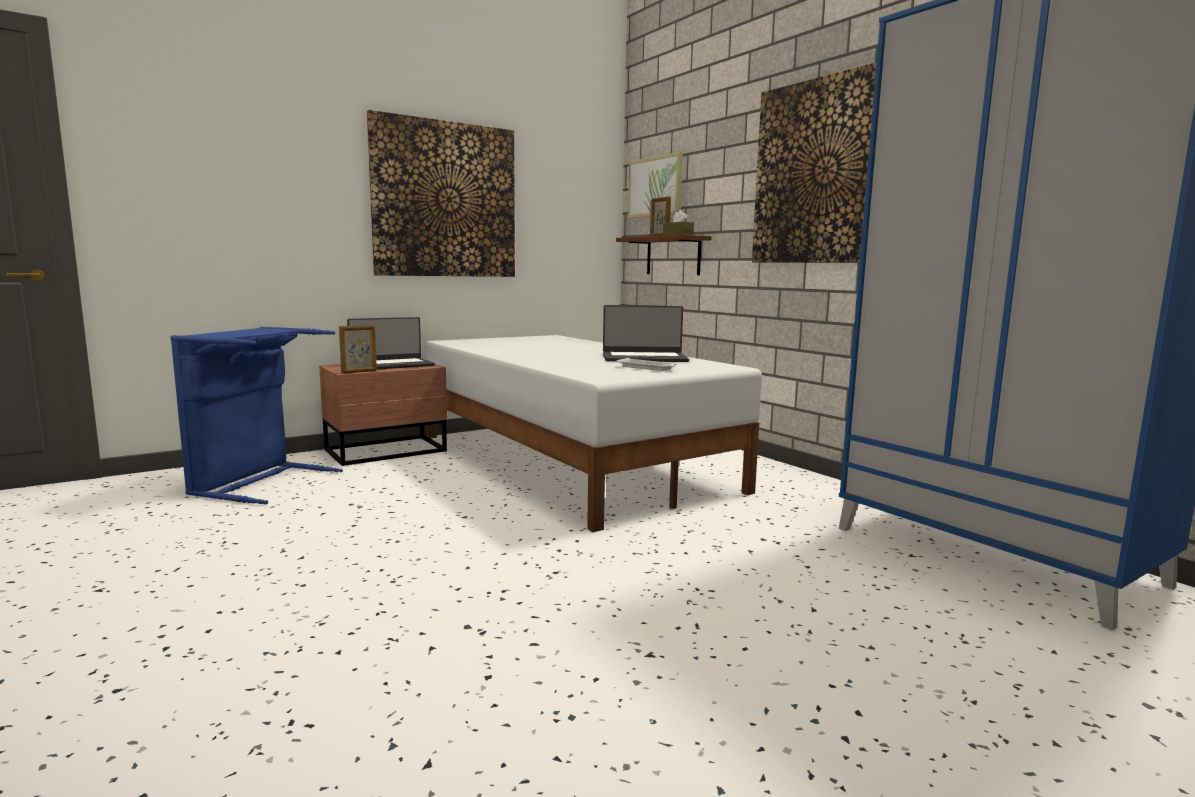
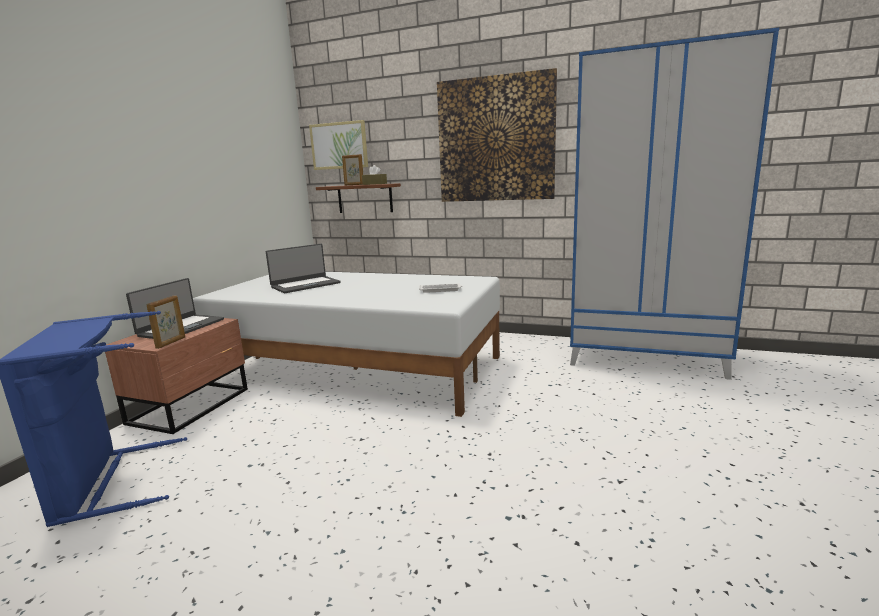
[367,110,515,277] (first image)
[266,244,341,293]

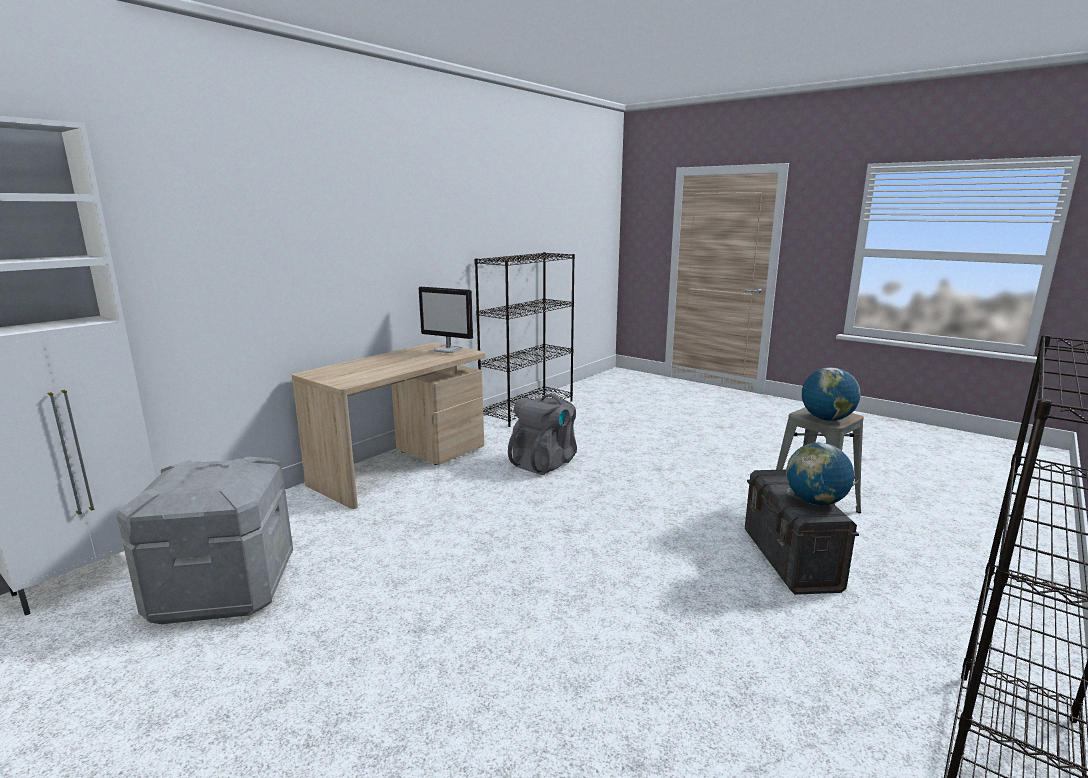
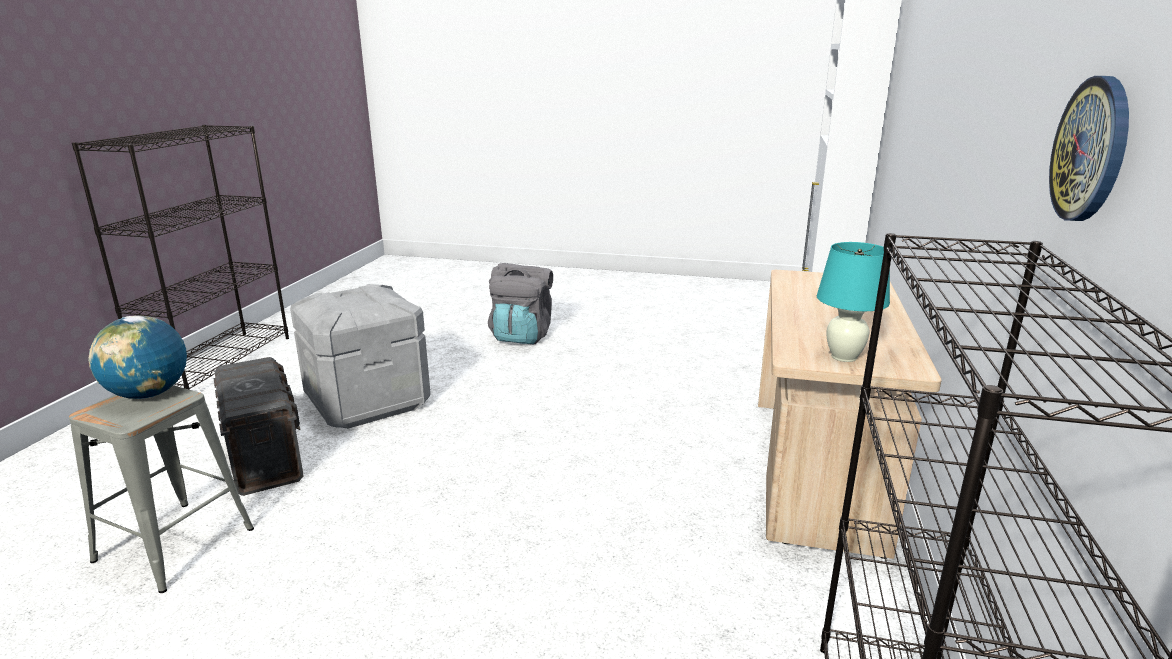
[786,442,854,505] (first image)
[1049,76,1129,221]
[290,284,431,428]
[488,263,553,344]
[817,242,890,362]

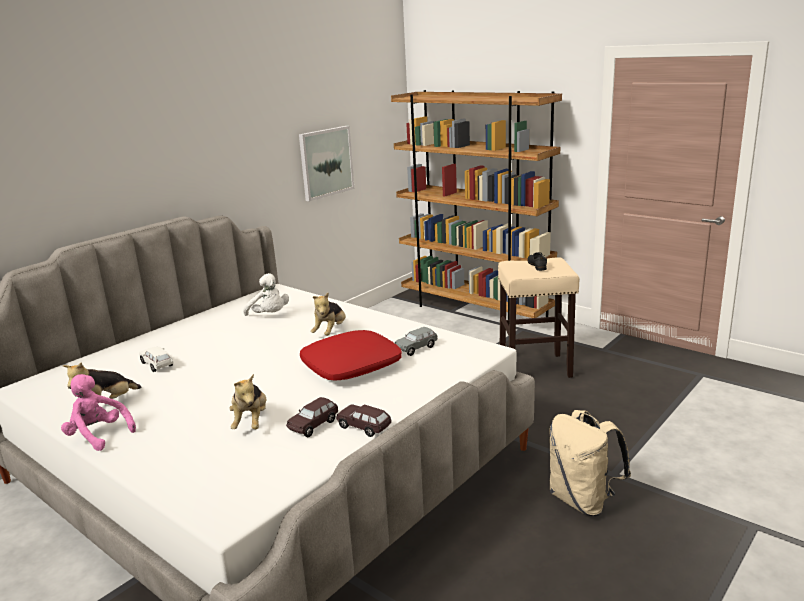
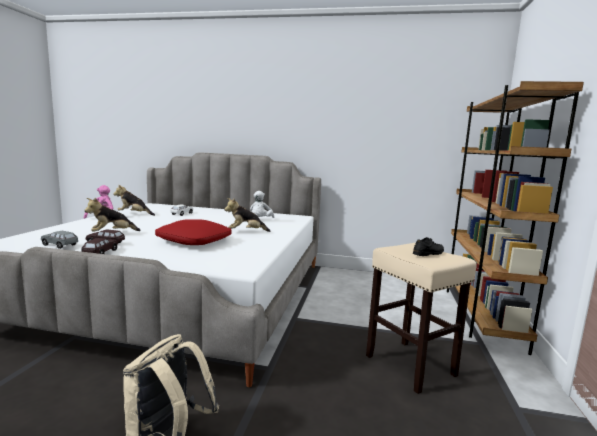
[299,126,354,201] (first image)
[41,231,78,249]

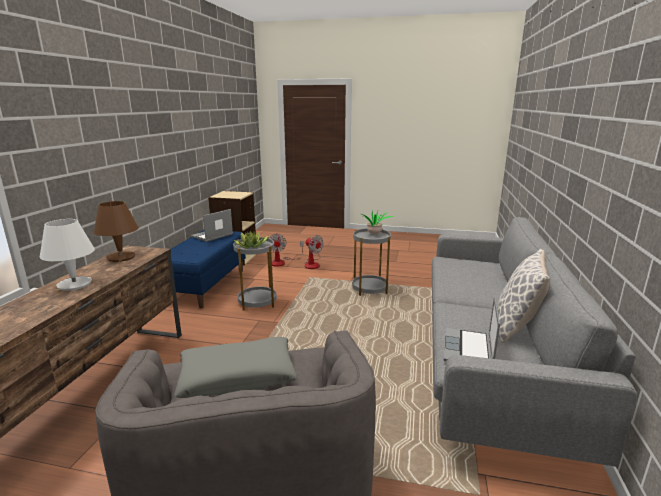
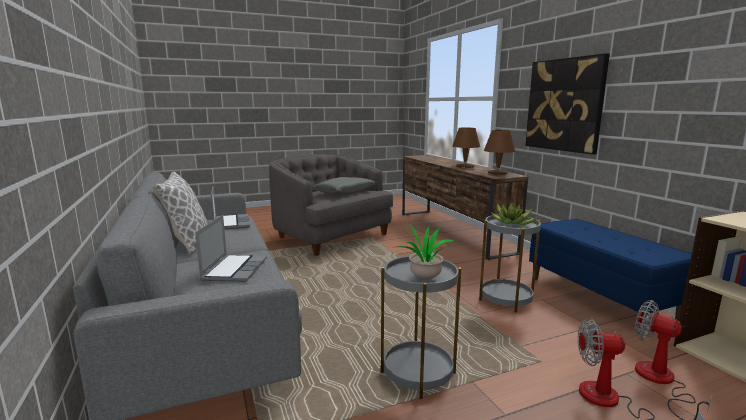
[525,53,610,155]
[195,215,267,282]
[452,128,480,168]

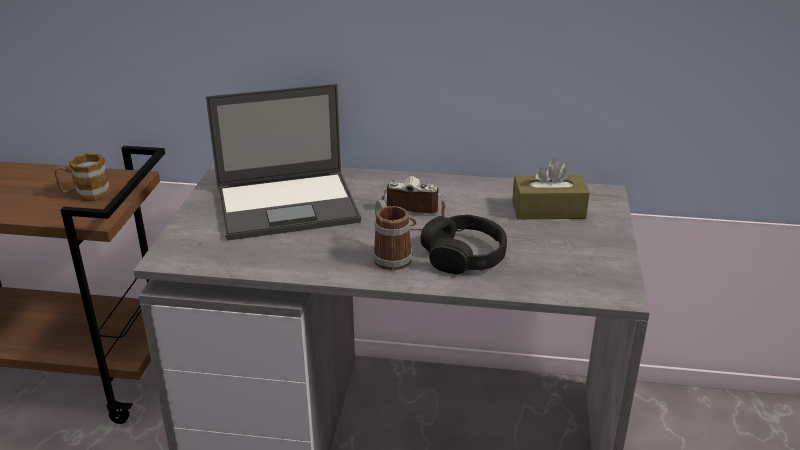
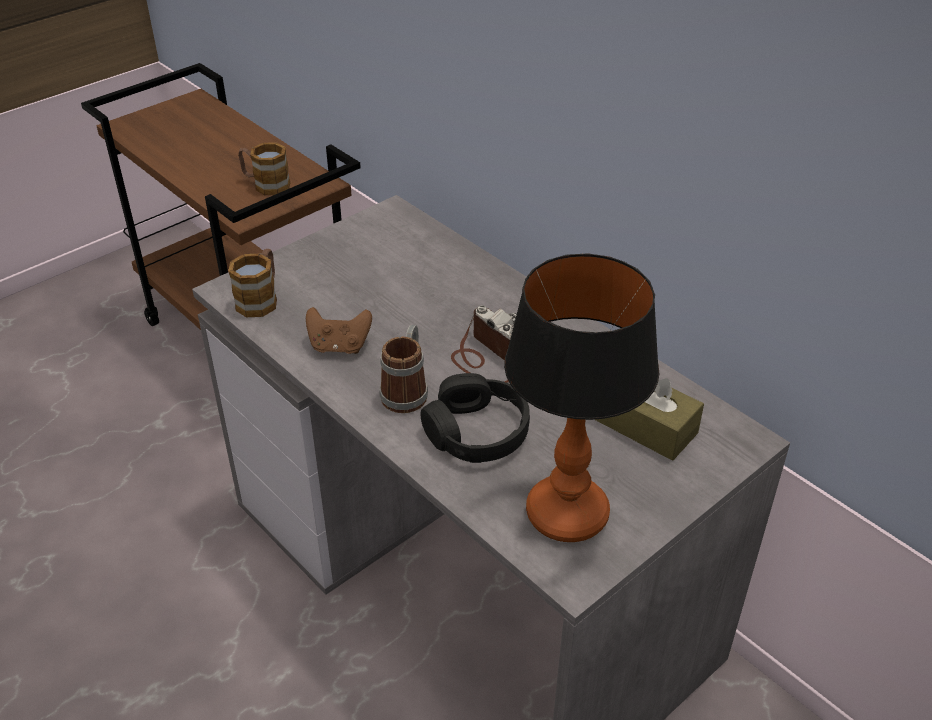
[206,84,361,241] (first image)
[228,249,277,317]
[306,307,372,354]
[504,253,659,542]

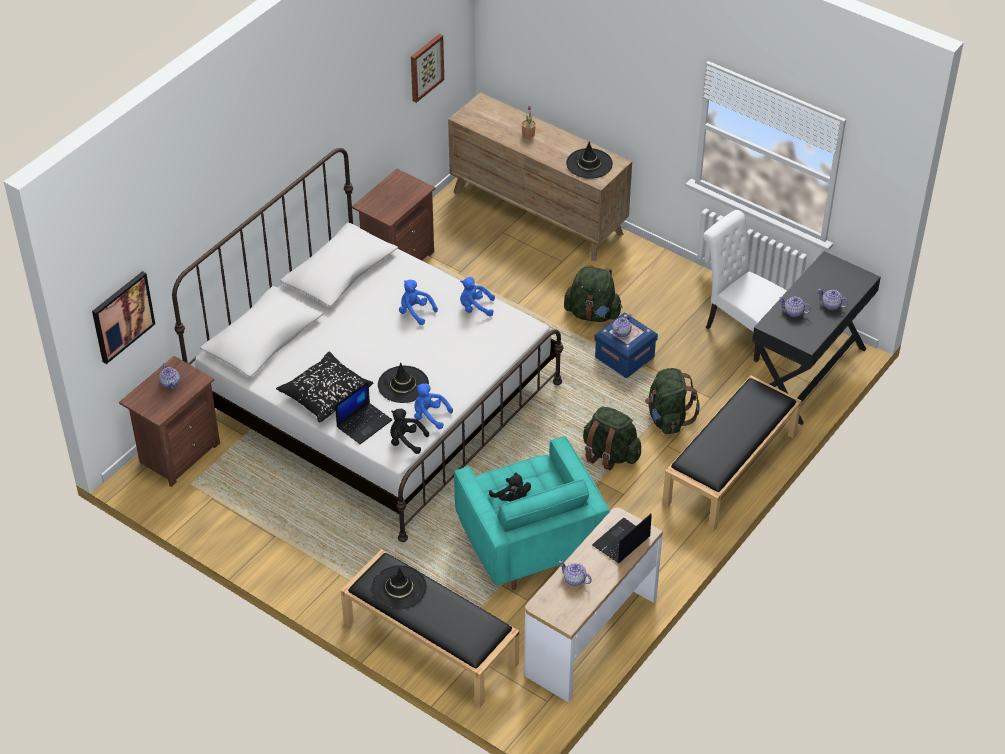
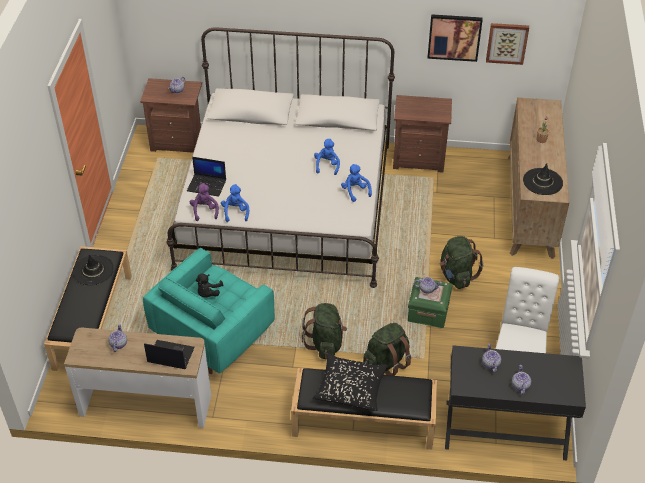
[378,363,429,403] (first image)
[427,14,483,62]
[313,353,388,411]
[190,183,219,221]
[408,277,453,328]

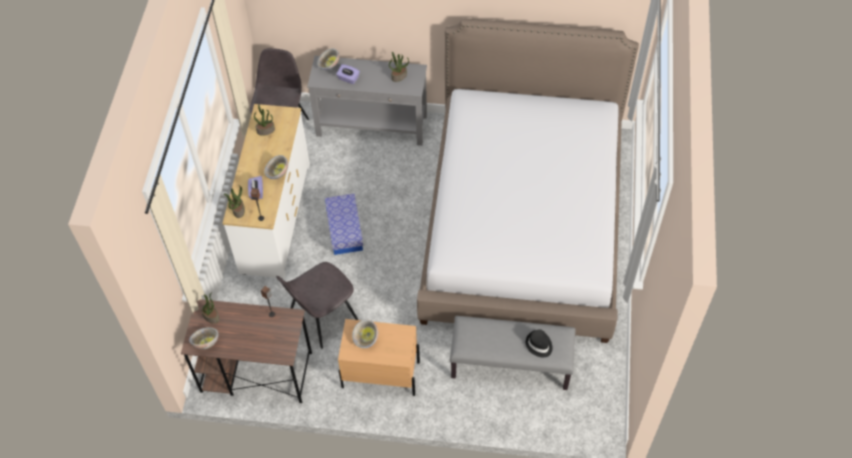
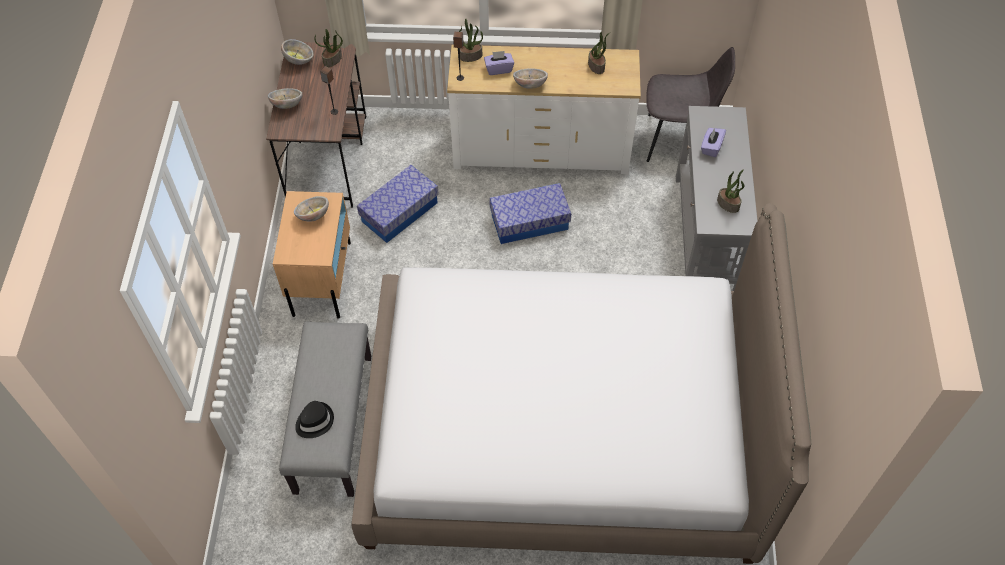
[268,88,302,109]
[357,165,439,243]

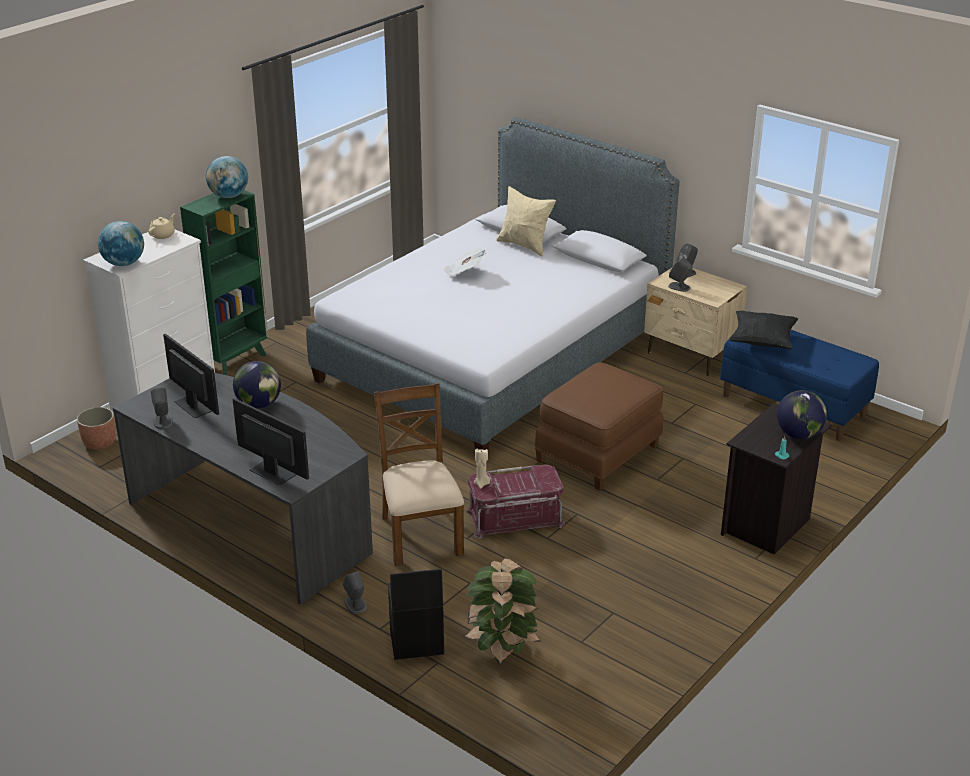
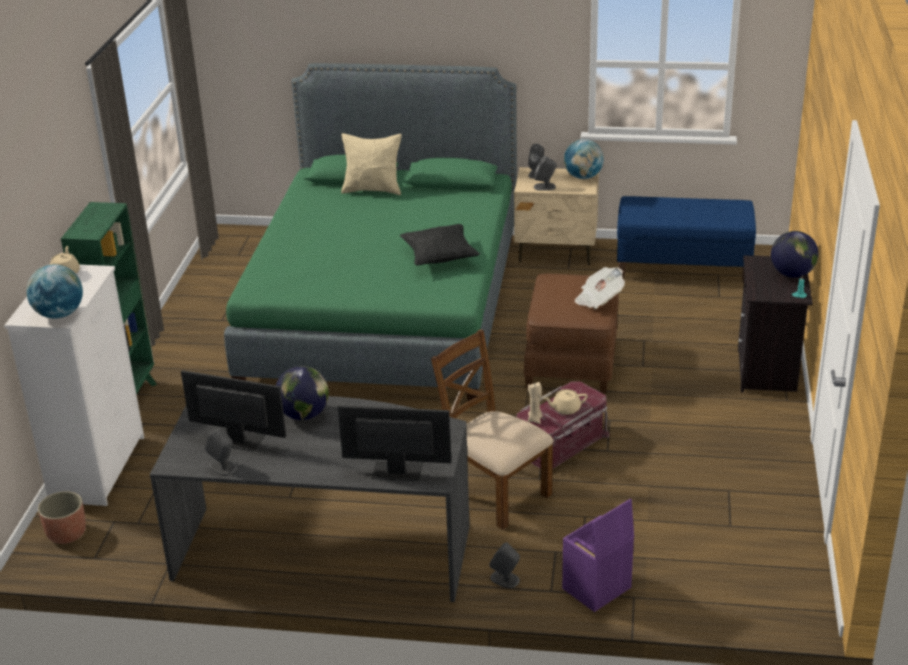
[464,558,541,665] (first image)
[544,389,588,415]
[564,139,604,179]
[574,267,625,309]
[400,224,480,265]
[224,63,517,401]
[562,499,634,612]

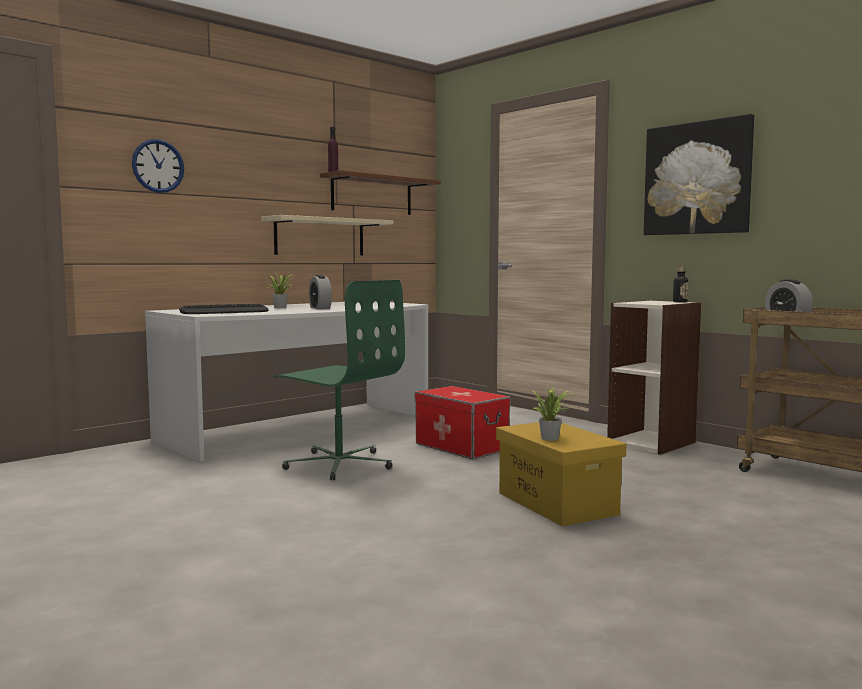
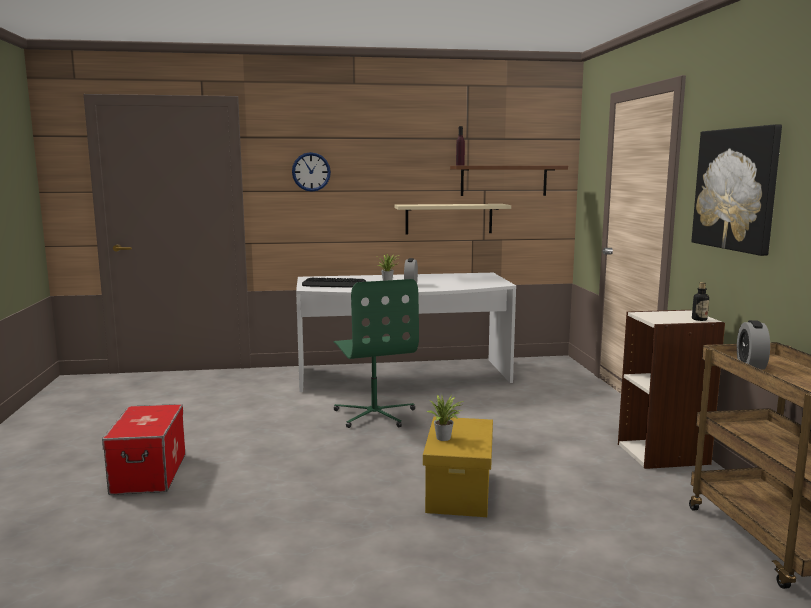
[102,404,185,495]

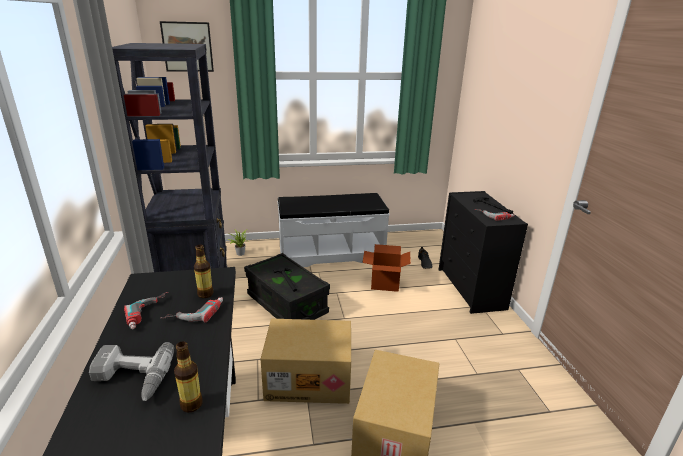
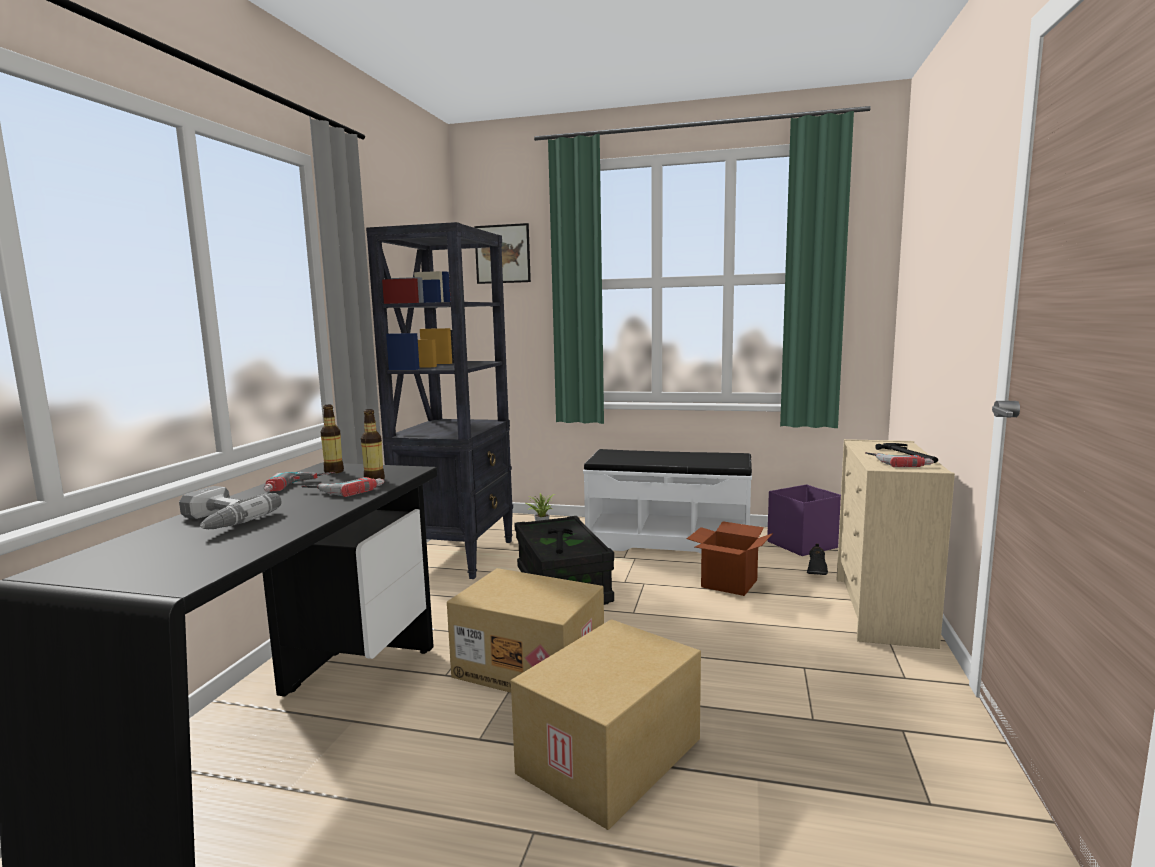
[767,485,841,556]
[321,405,344,474]
[837,439,955,649]

